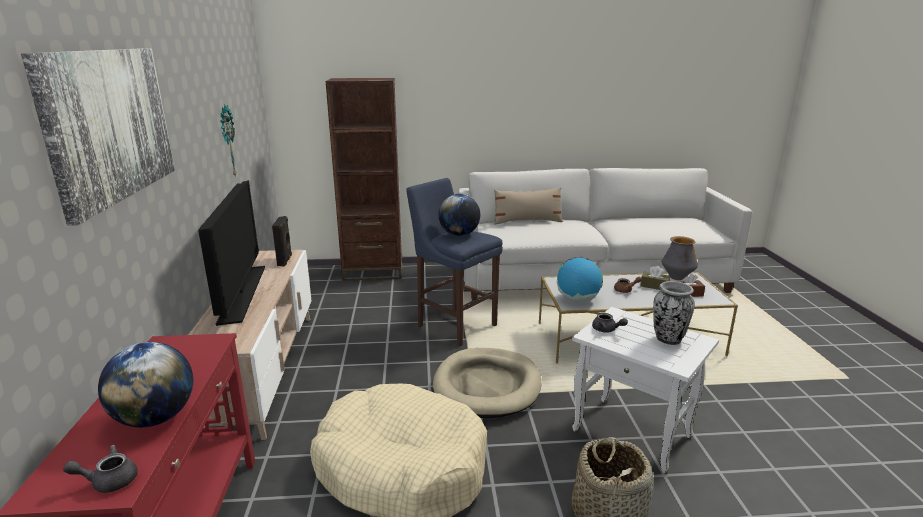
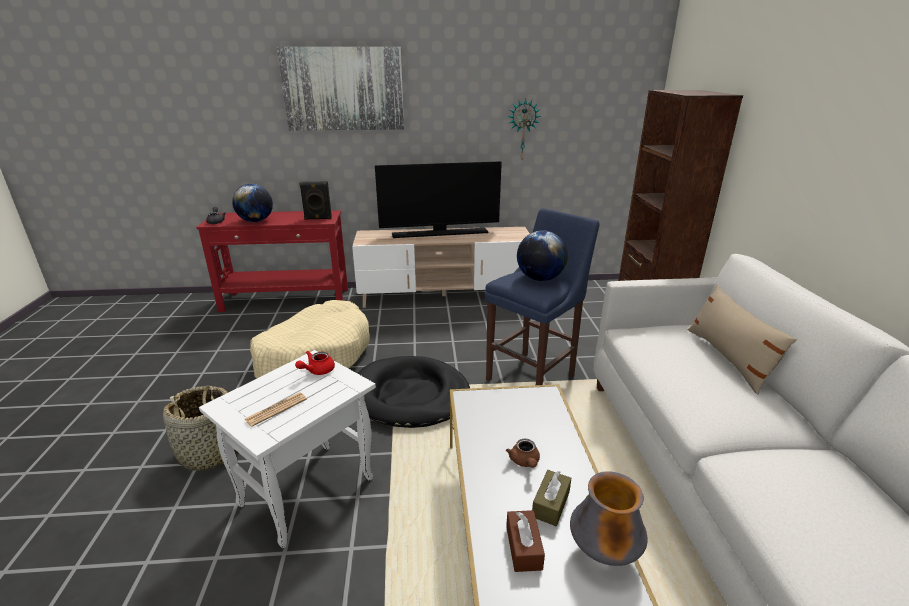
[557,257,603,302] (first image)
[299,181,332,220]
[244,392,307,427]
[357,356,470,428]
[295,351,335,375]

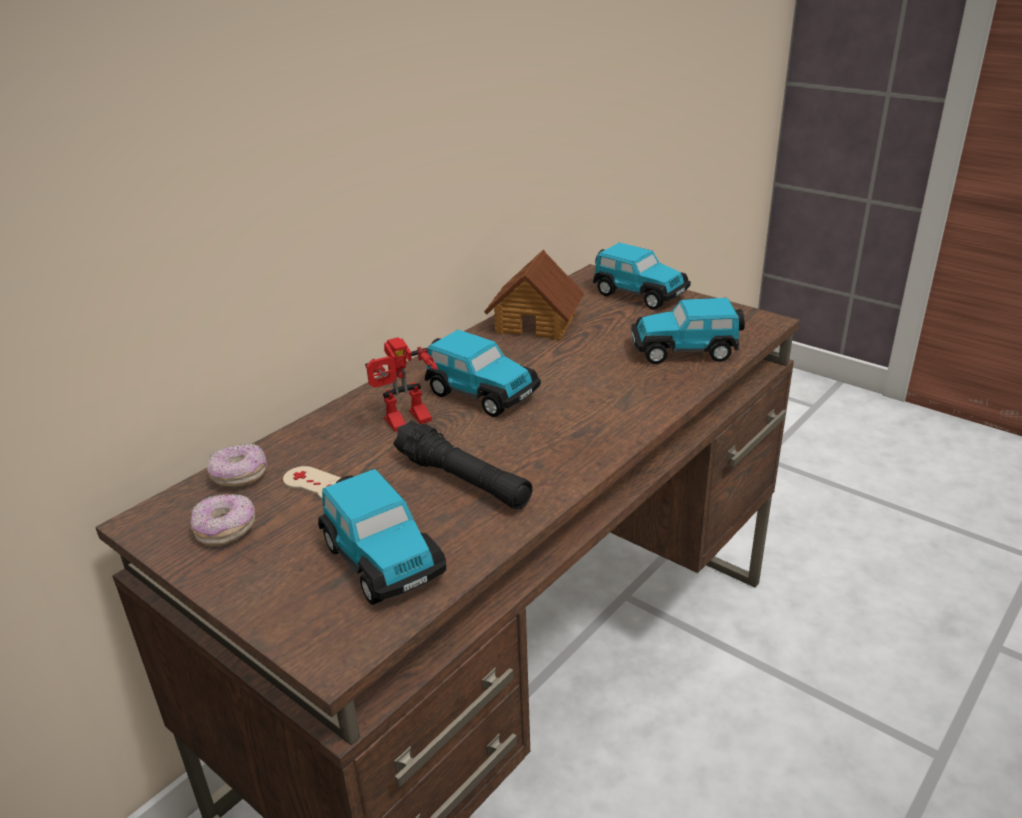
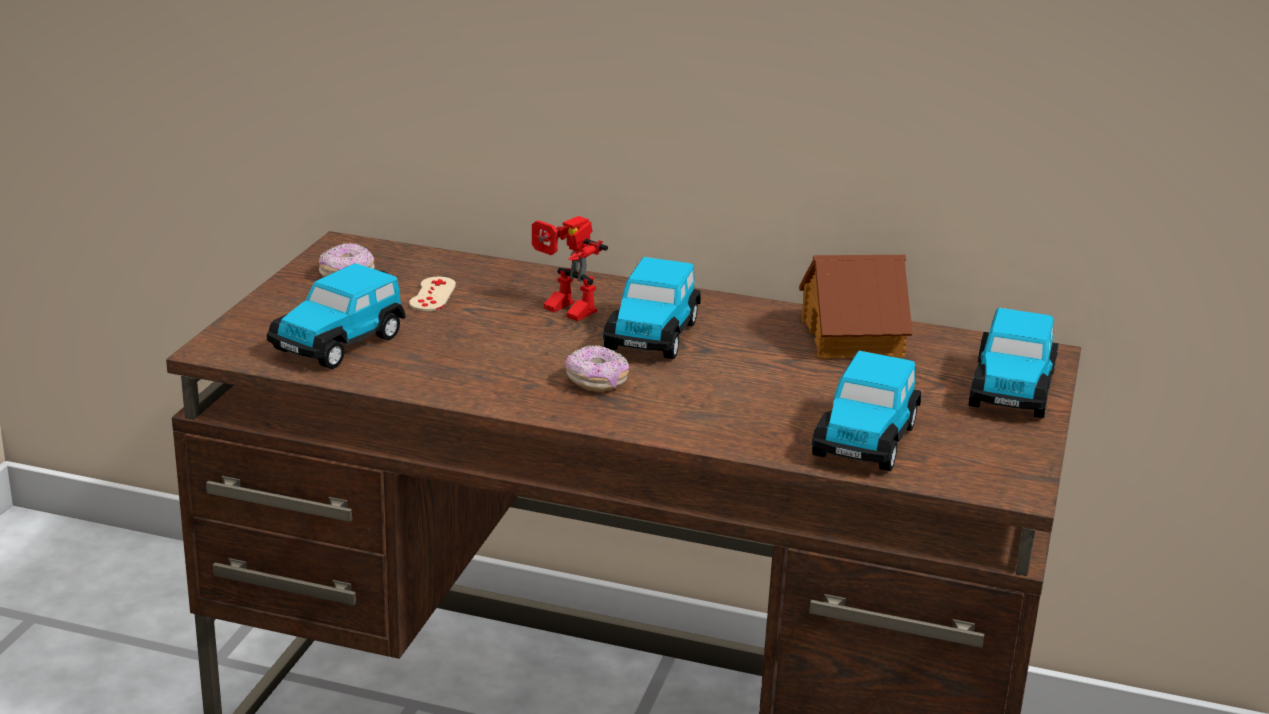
[393,420,533,509] (first image)
[565,345,629,392]
[812,351,921,471]

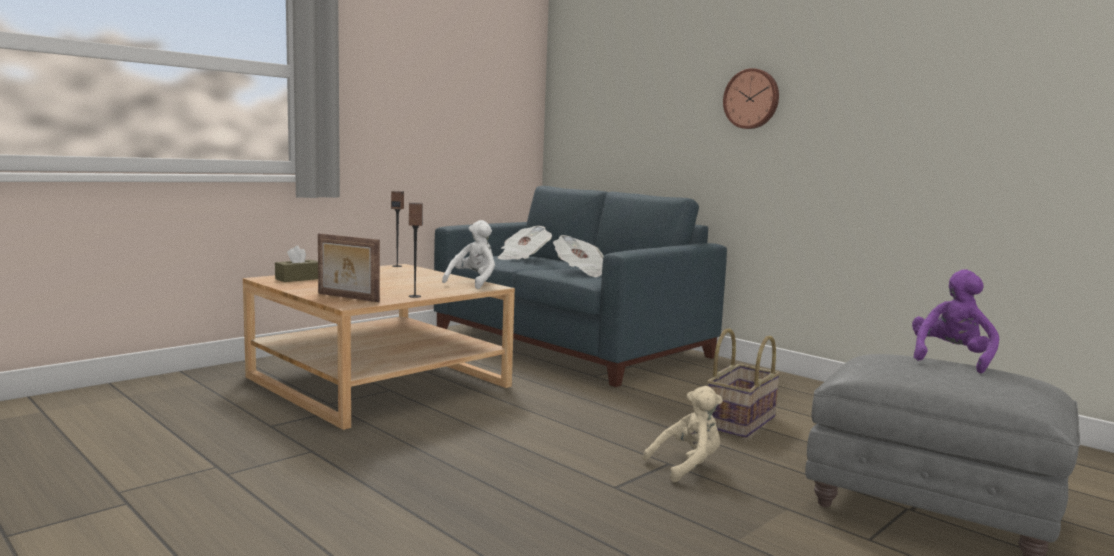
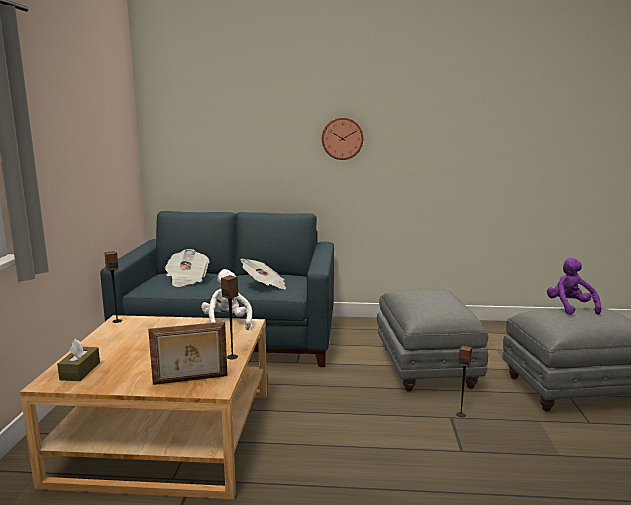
[456,345,472,417]
[377,289,488,392]

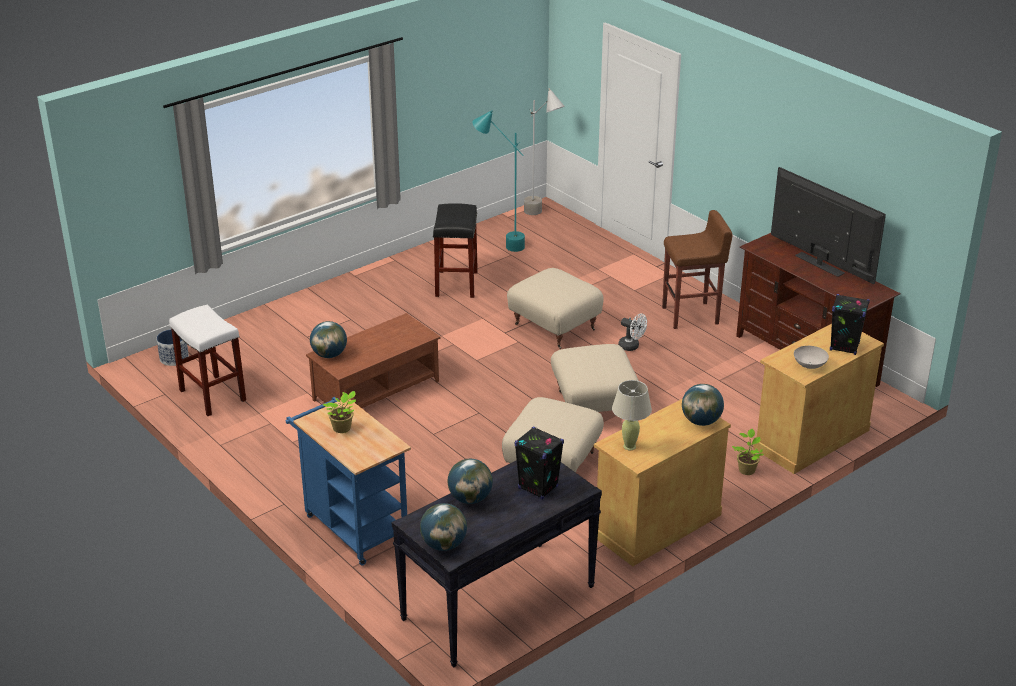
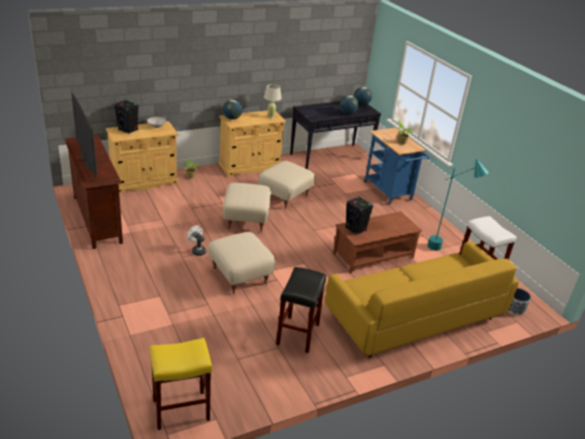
[310,321,347,358] (first image)
[662,210,732,329] (first image)
[325,241,519,358]
[428,159,489,251]
[346,196,373,235]
[150,338,212,430]

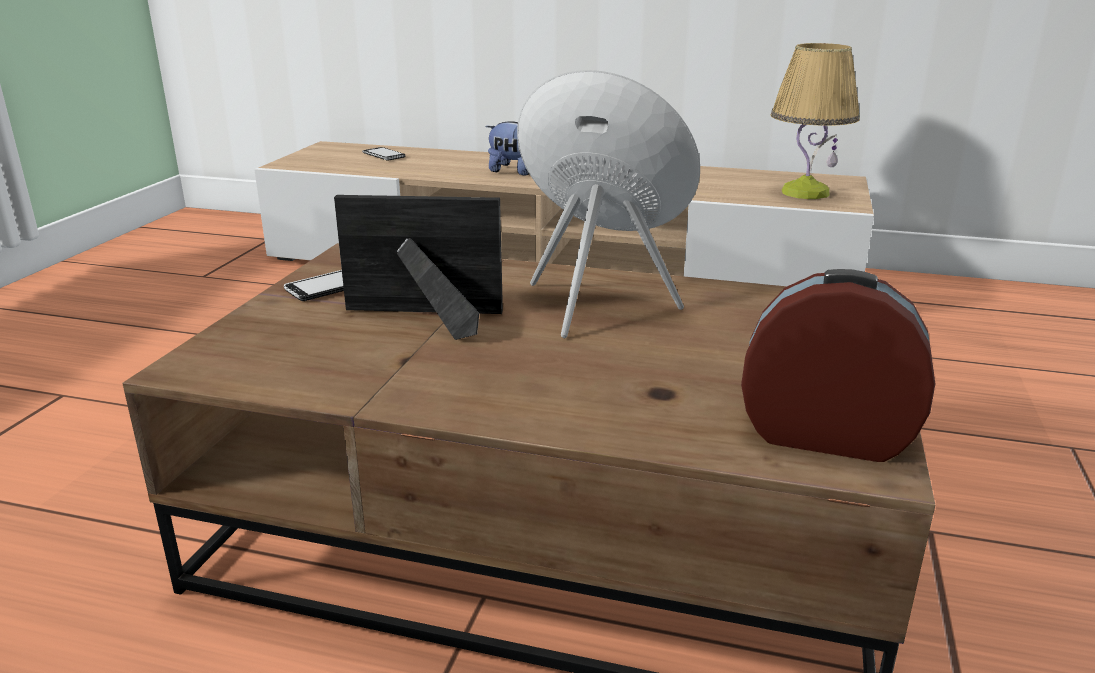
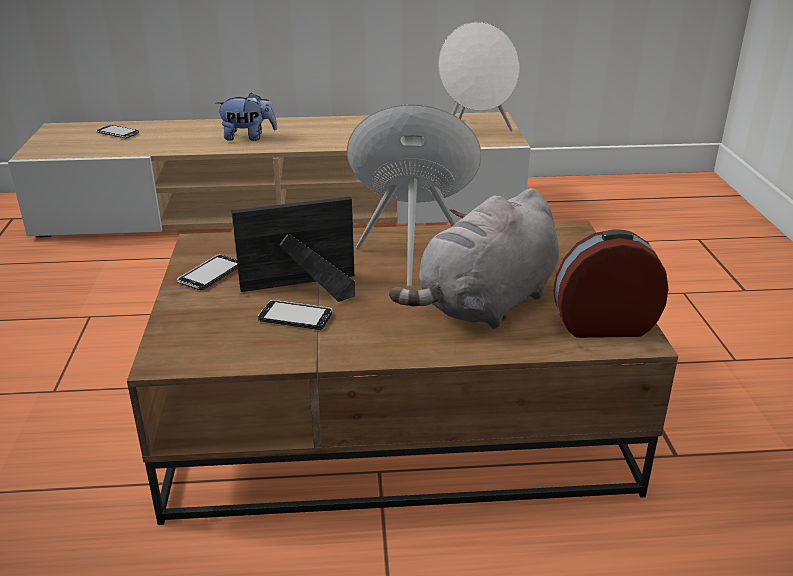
[258,300,333,330]
[389,188,559,329]
[438,22,520,131]

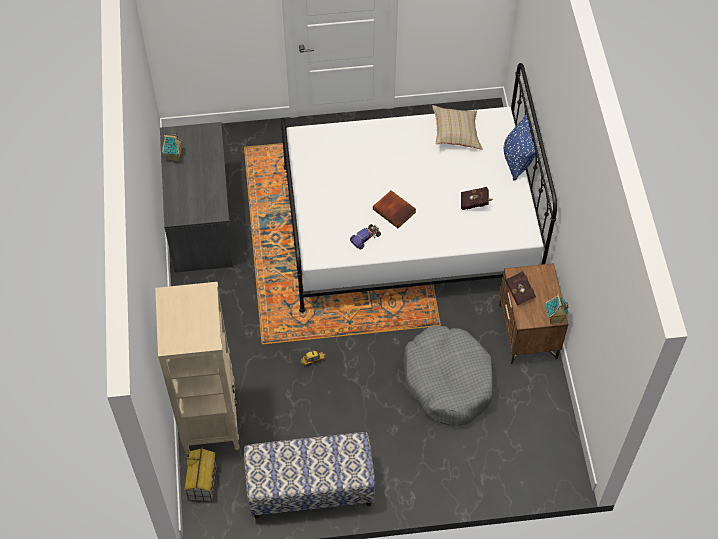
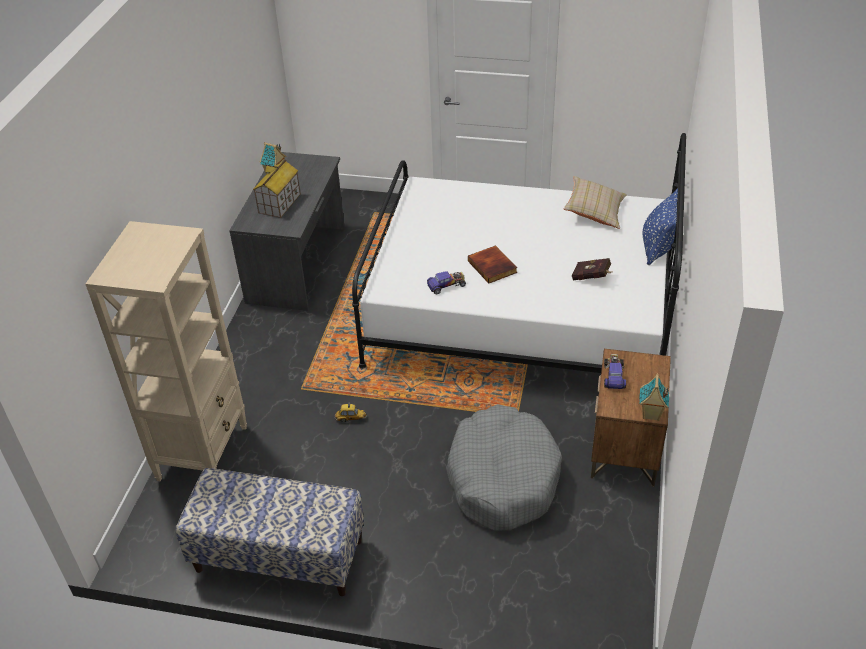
[253,159,301,218]
[604,354,626,389]

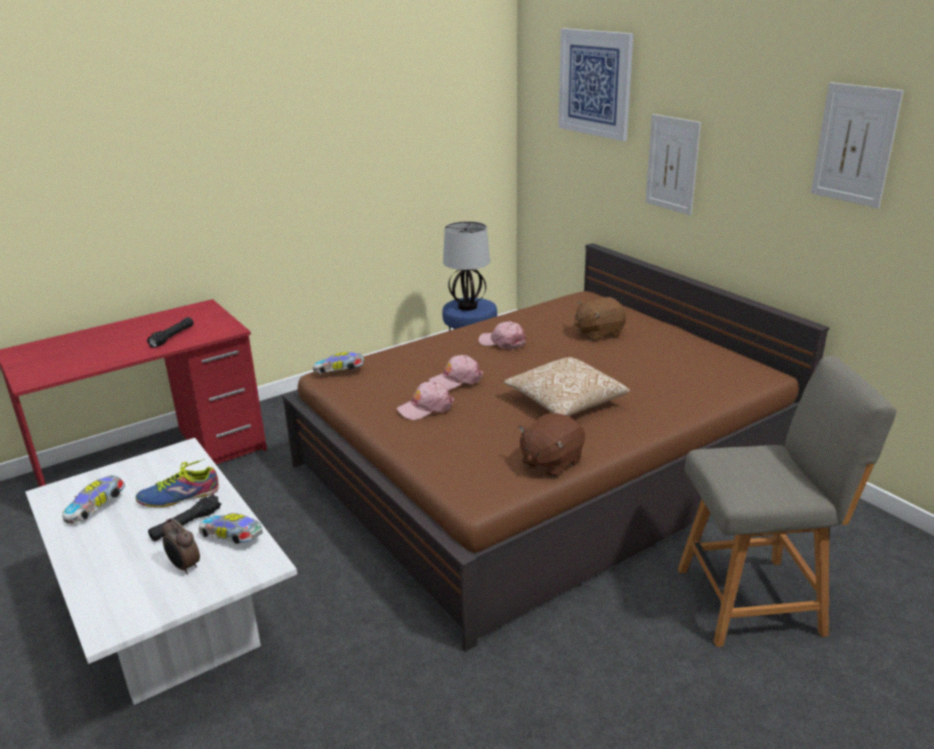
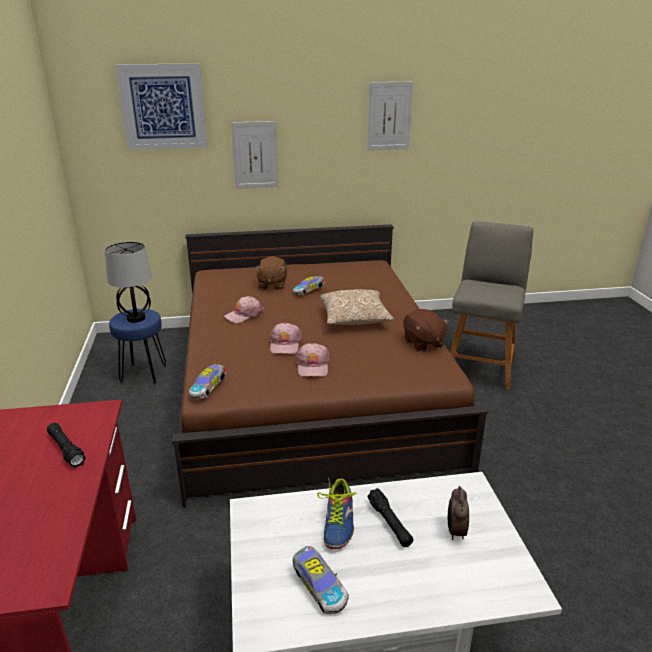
[293,276,325,295]
[448,486,469,540]

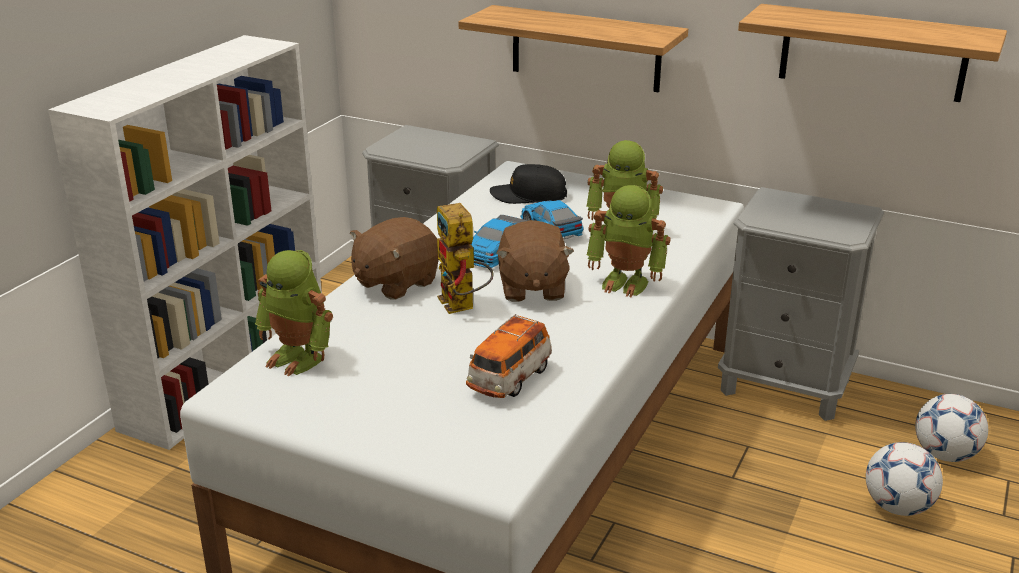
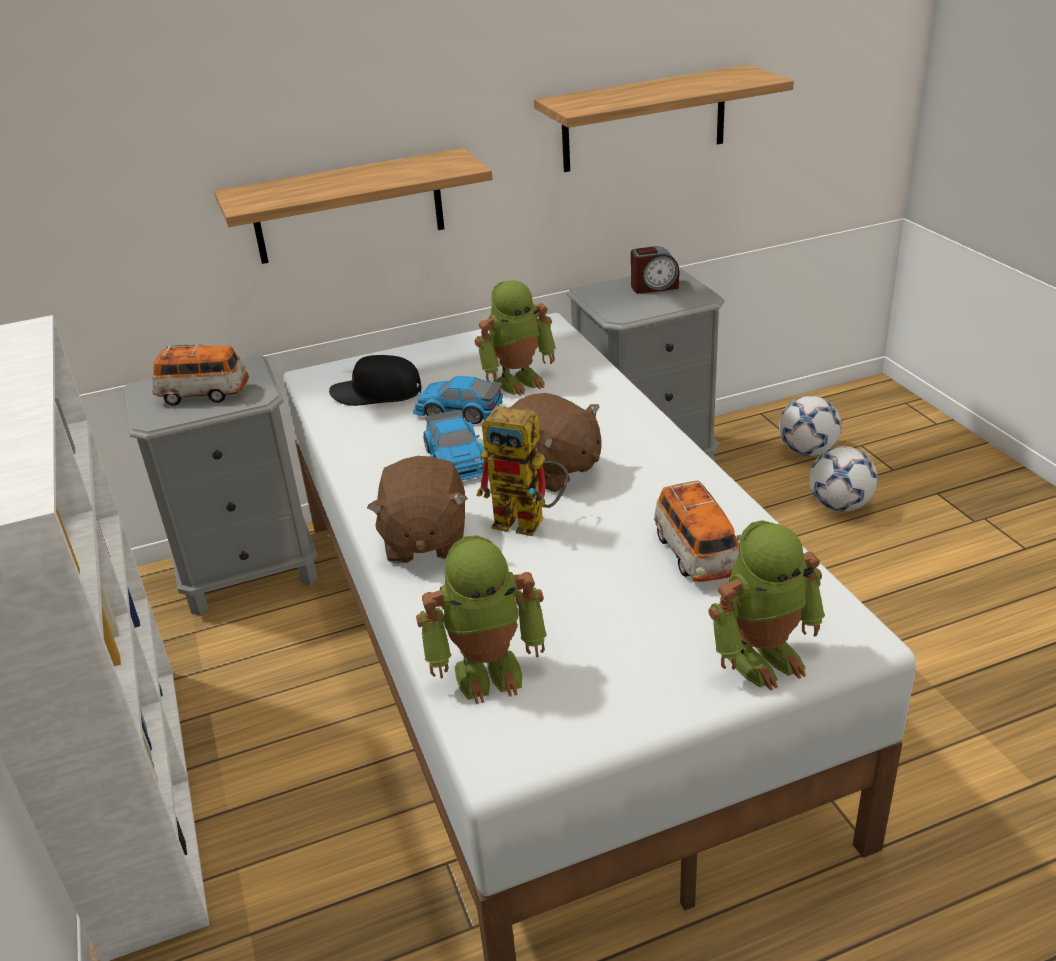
[152,344,249,406]
[631,246,679,294]
[708,520,825,691]
[329,355,422,406]

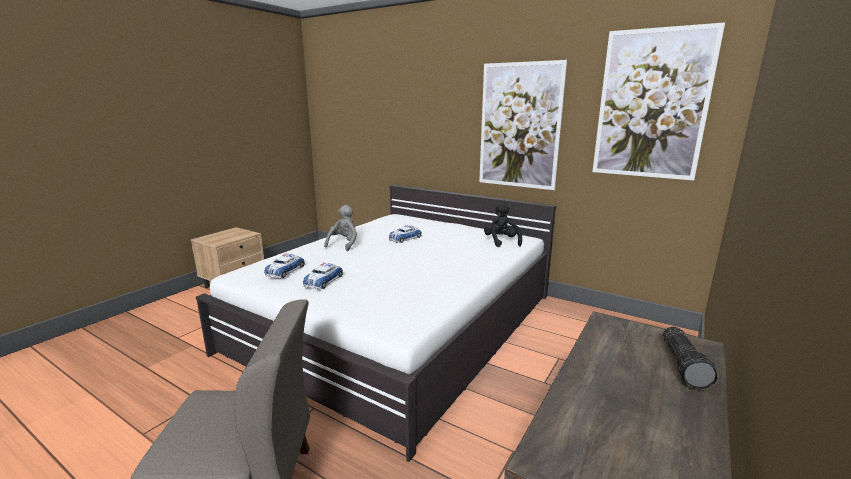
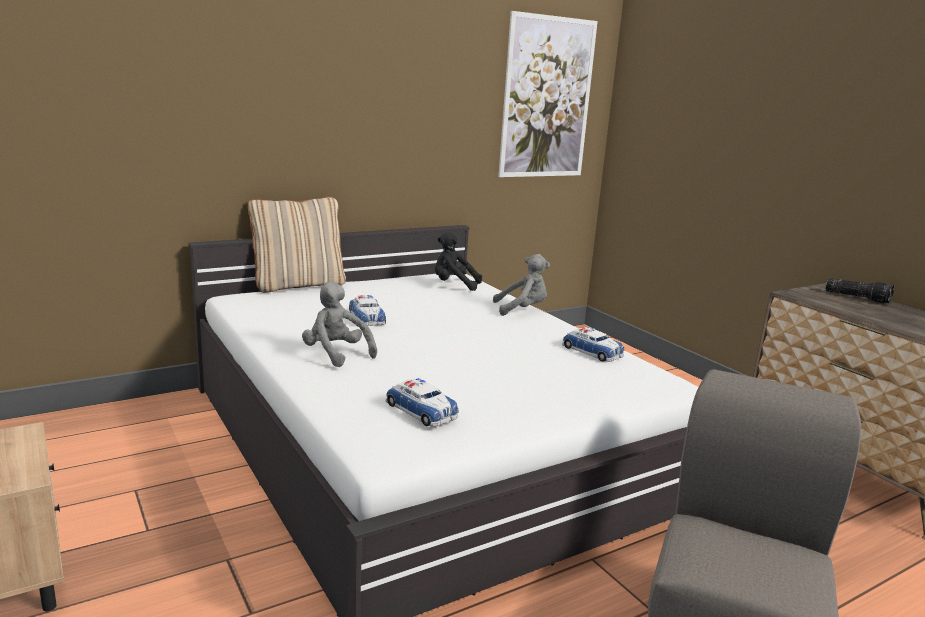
[479,60,567,190] (first image)
[248,197,346,293]
[493,254,550,316]
[562,327,624,362]

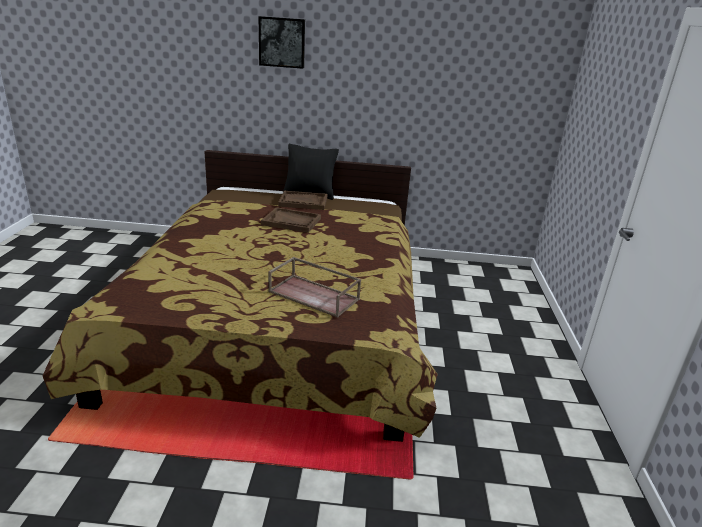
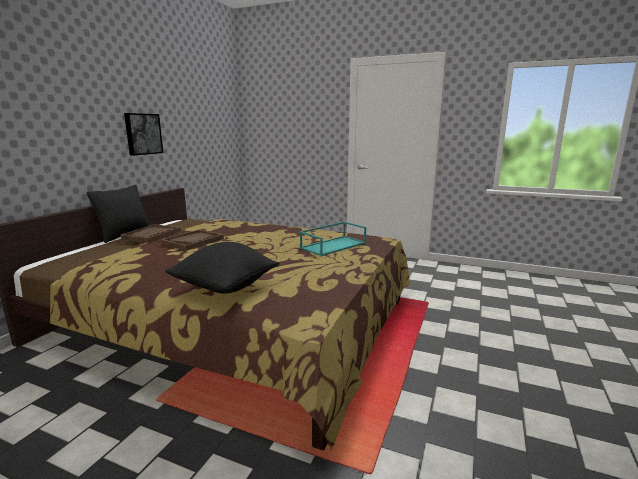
[165,242,280,294]
[124,113,163,156]
[300,222,366,256]

